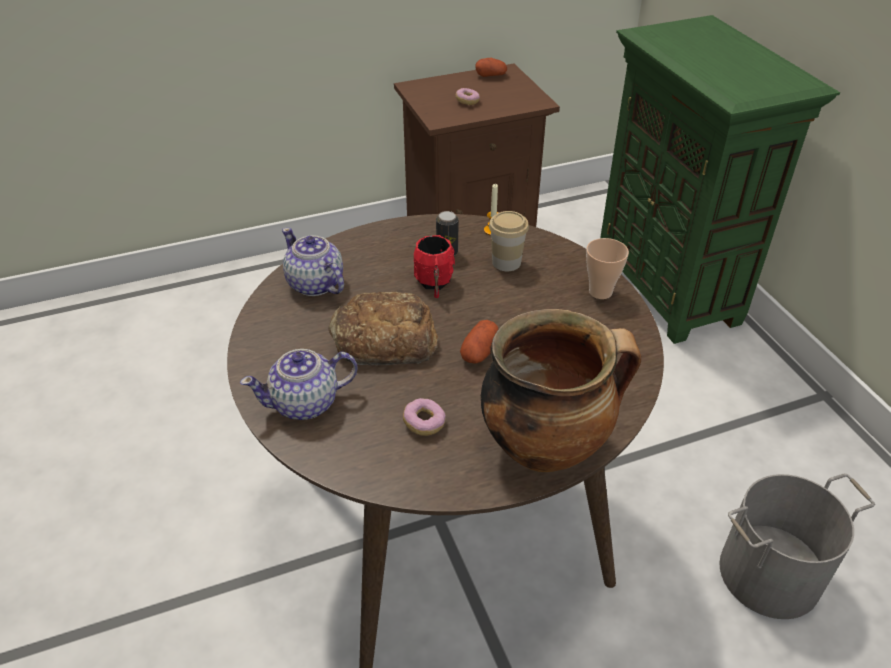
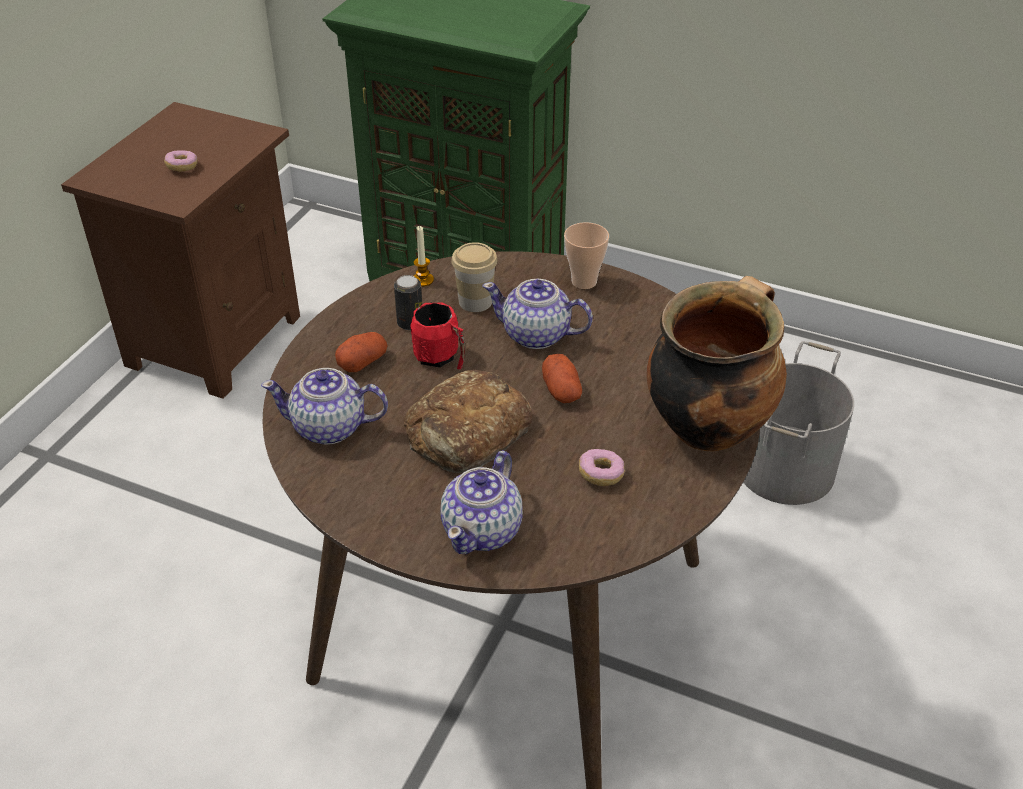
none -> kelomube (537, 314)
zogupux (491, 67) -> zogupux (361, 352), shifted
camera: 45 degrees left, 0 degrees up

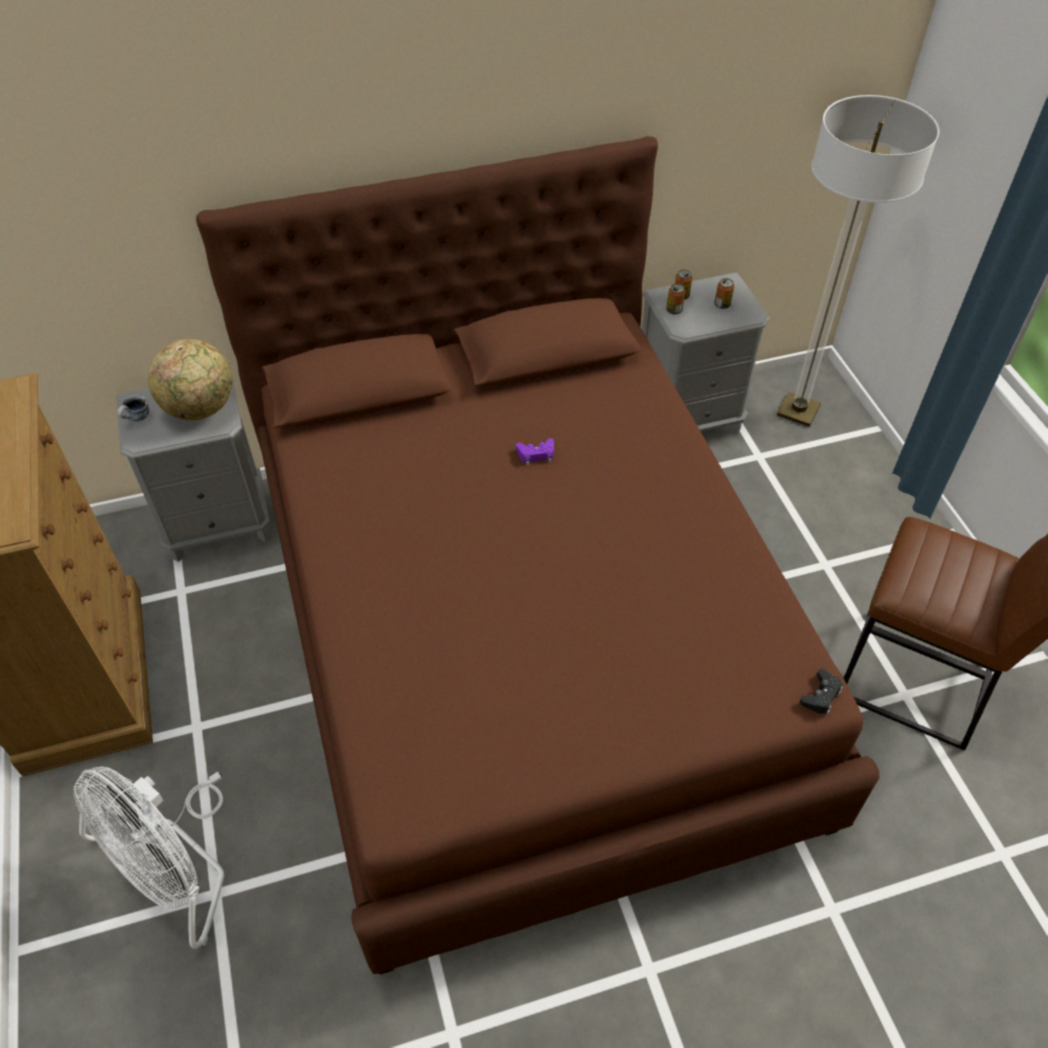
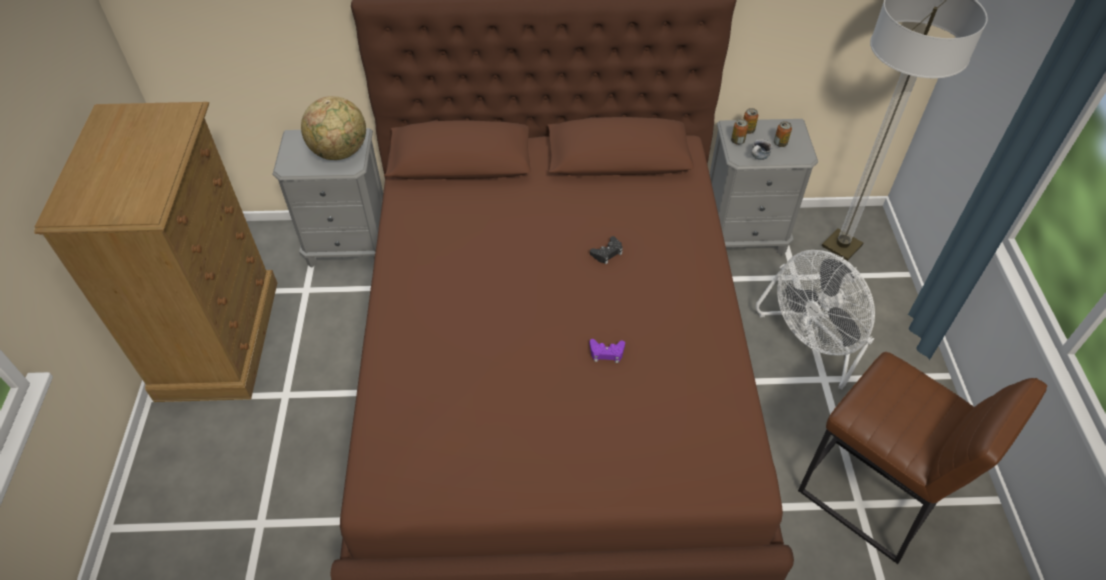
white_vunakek (148, 858) -> white_vunakek (815, 319), shifted
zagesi (133, 408) -> zagesi (761, 149), shifted
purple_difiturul (535, 451) -> purple_difiturul (607, 351), shifted
black_difiturul (821, 691) -> black_difiturul (606, 250), shifted
camera: 15 degrees right, 0 degrees up

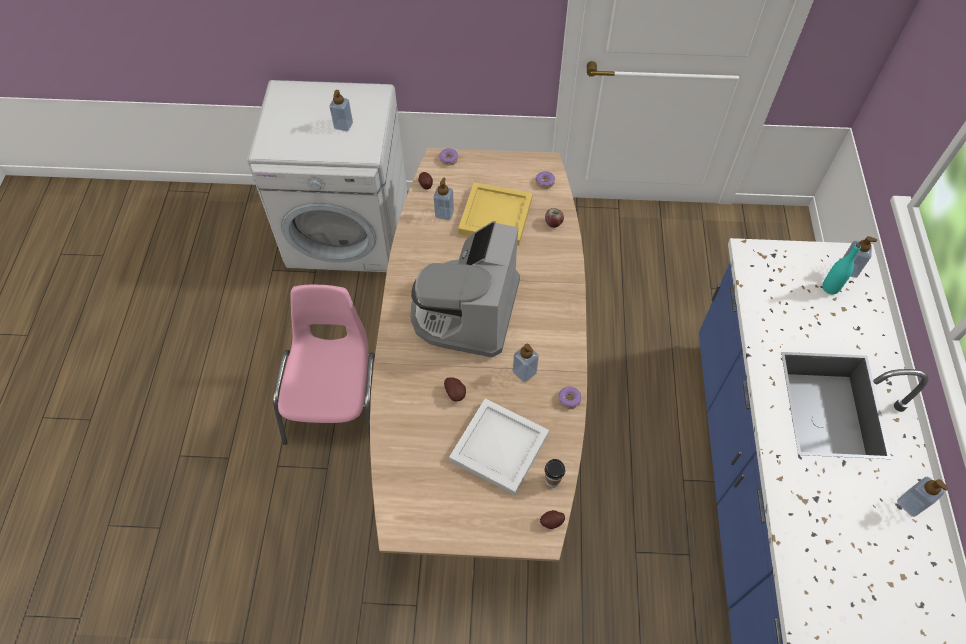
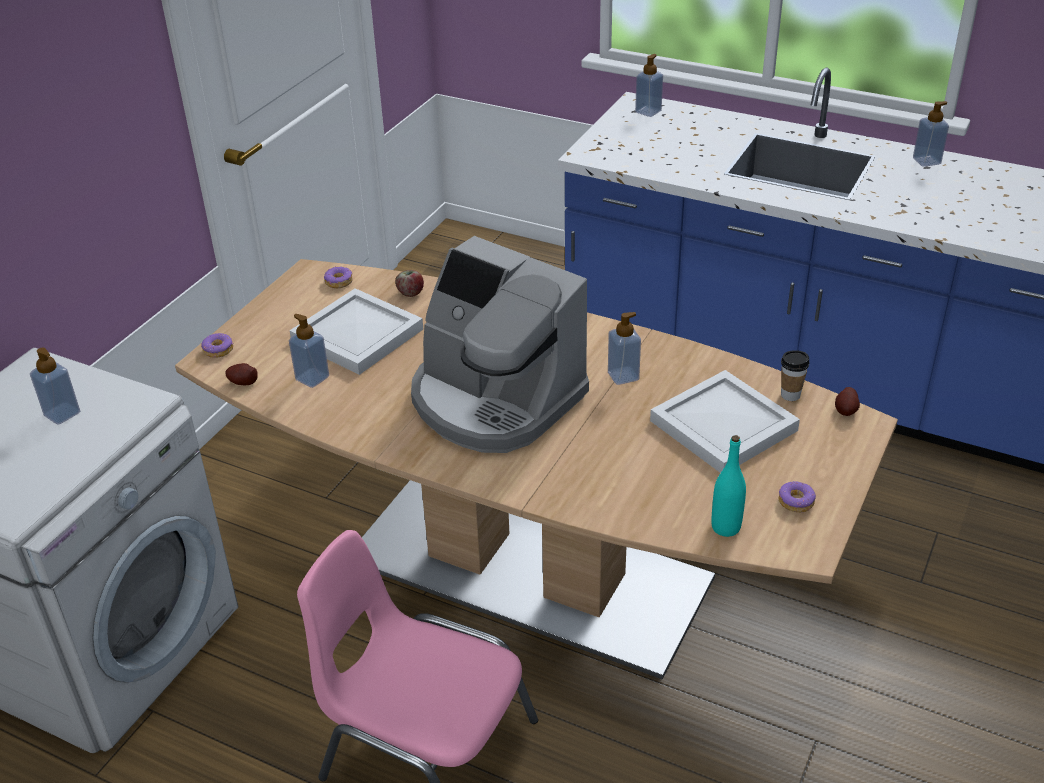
zogupux (455, 389) -> none
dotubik (569, 397) -> dotubik (797, 496), shifted
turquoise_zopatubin (841, 268) -> turquoise_zopatubin (728, 486), shifted
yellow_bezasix (495, 214) -> white_bezasix (356, 331)
camera: 65 degrees left, 20 degrees down

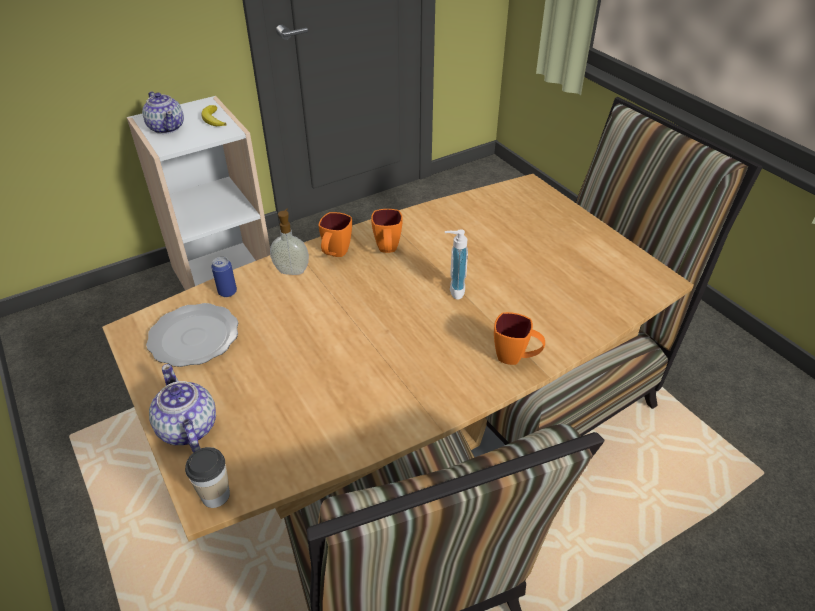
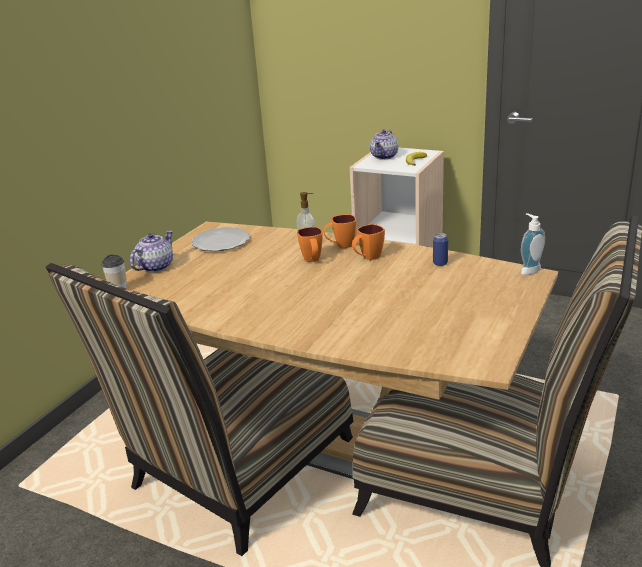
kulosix (224, 277) -> kulosix (440, 249), shifted
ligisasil (456, 264) -> ligisasil (533, 244), shifted
orange_zagesi (519, 338) -> orange_zagesi (310, 244), shifted
camera: 60 degrees right, 15 degrees down

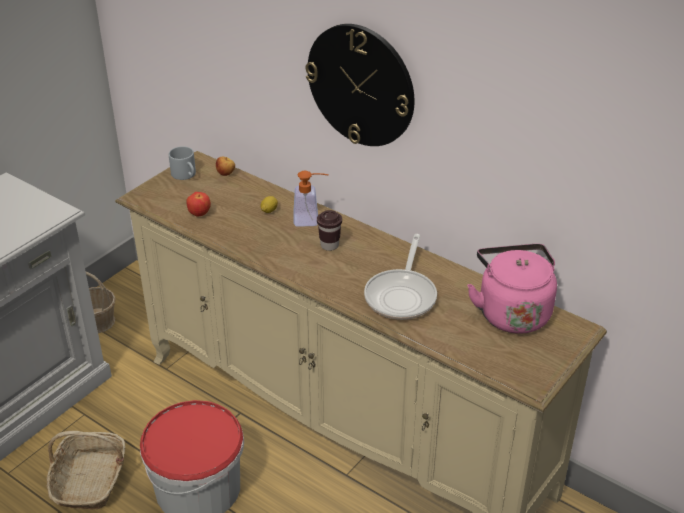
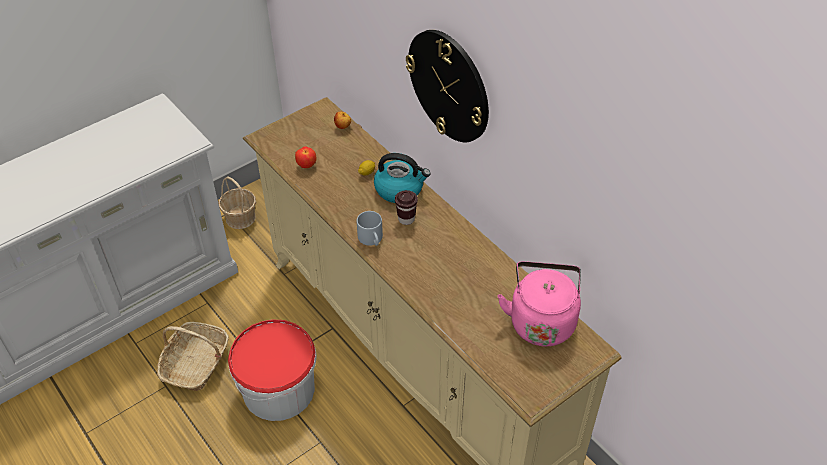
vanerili (400, 277) -> none
grey_zagesi (182, 163) -> grey_zagesi (370, 228), shifted
ligisasil (311, 199) -> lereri (402, 178)
camera: 15 degrees right, 10 degrees up

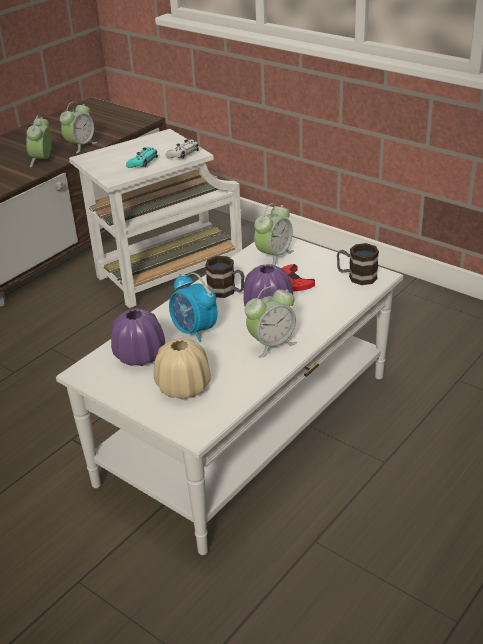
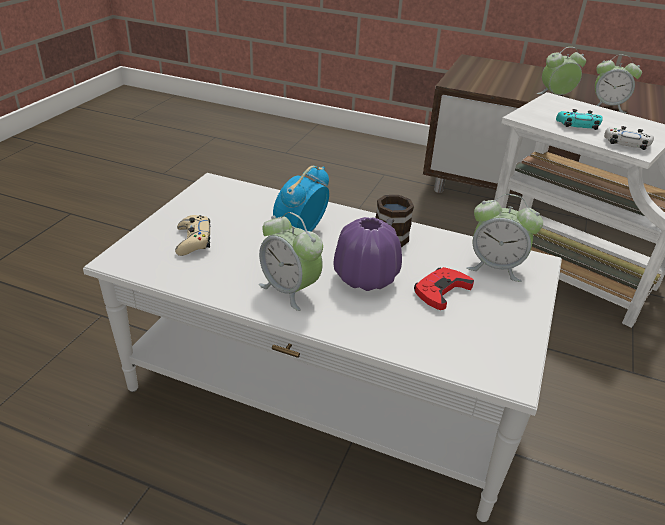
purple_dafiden (138, 337) -> none
zagesi (358, 264) -> none
beige_dafiden (182, 368) -> beige_difiturul (192, 235)
camera: 70 degrees right, 0 degrees up

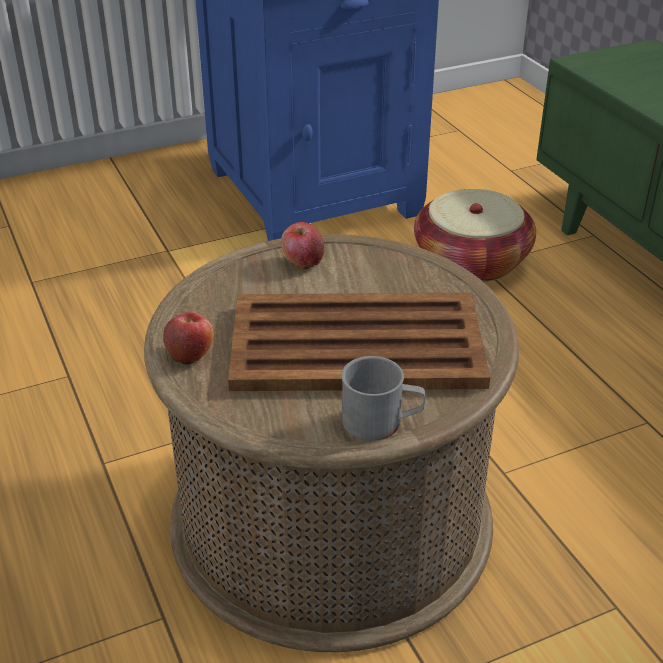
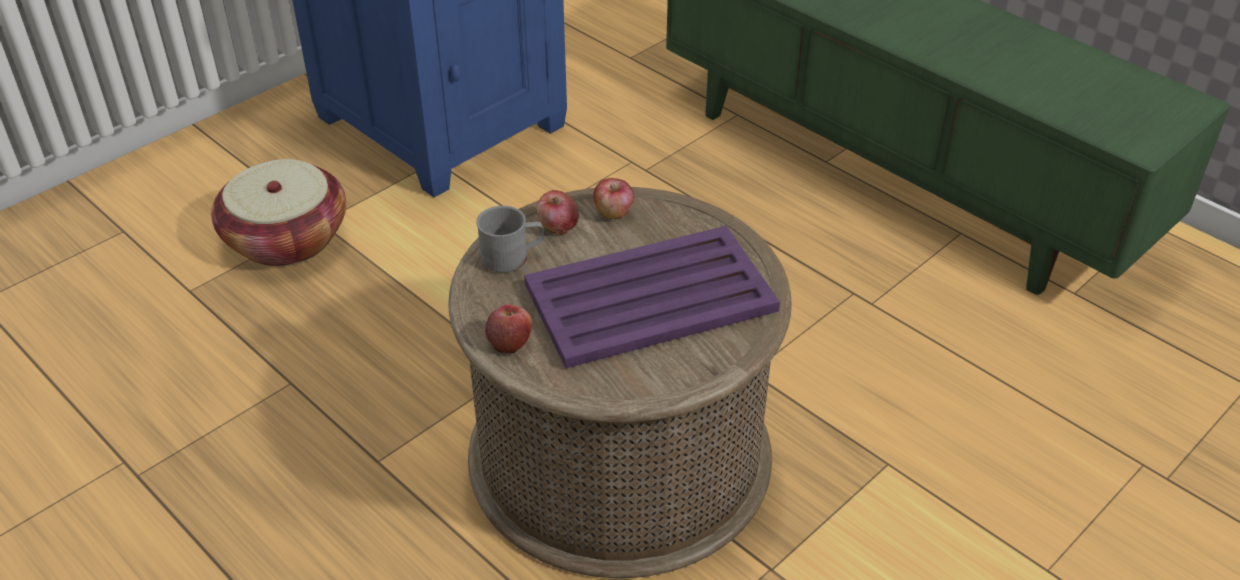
none -> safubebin (613, 198)
grey_zagesi (383, 398) -> grey_zagesi (510, 239), shifted
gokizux (475, 235) -> gokizux (278, 212), shifted
brown_bezasix (359, 341) -> purple_bezasix (652, 297)
camera: 20 degrees left, 5 degrees up

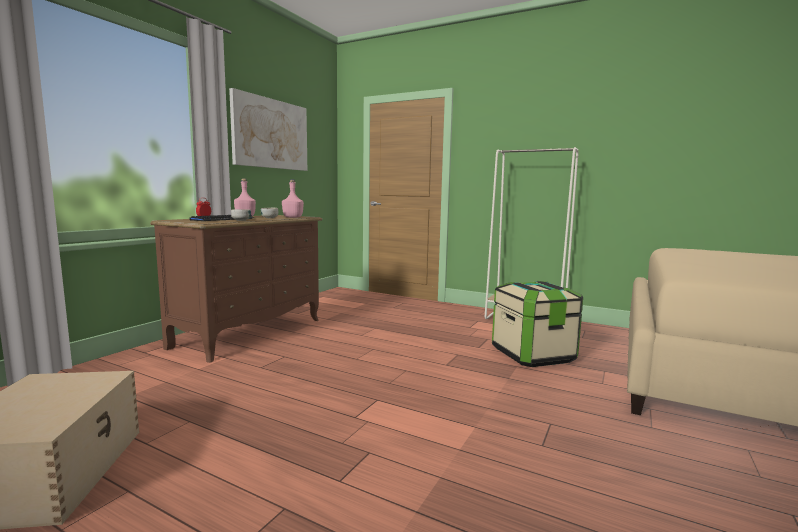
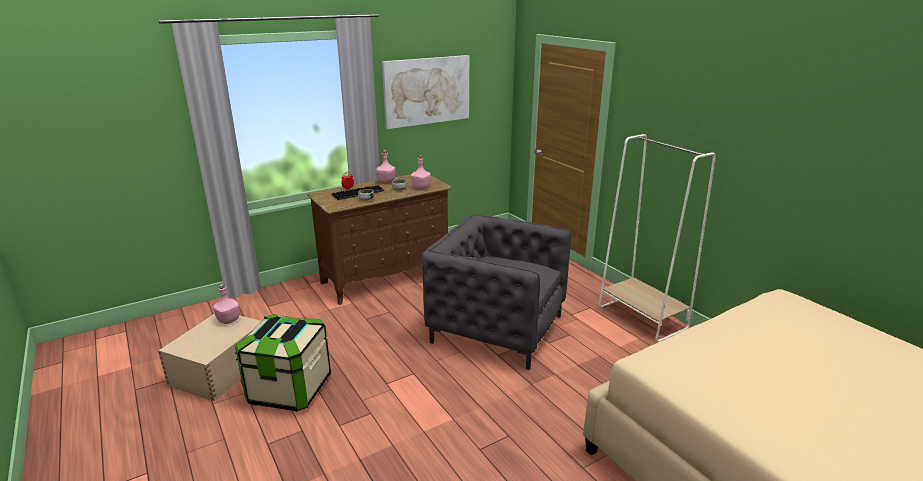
none -> pink_zopatubin (226, 304)
none -> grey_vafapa (496, 292)
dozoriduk (537, 324) -> dozoriduk (283, 363), shifted
camera: 30 degrees right, 15 degrees up

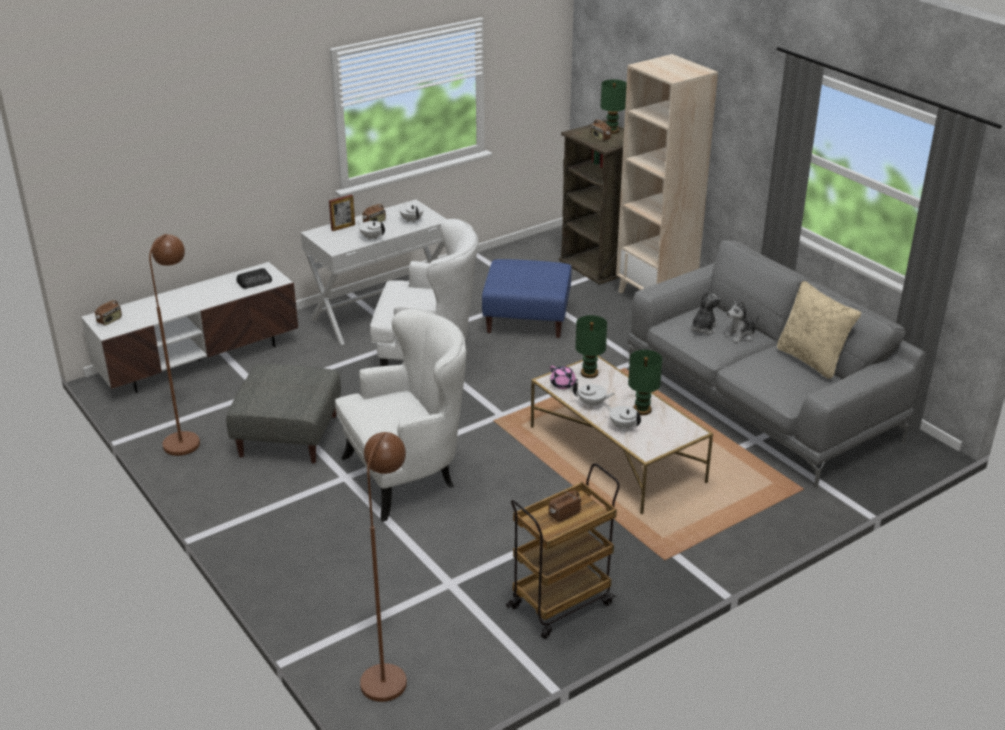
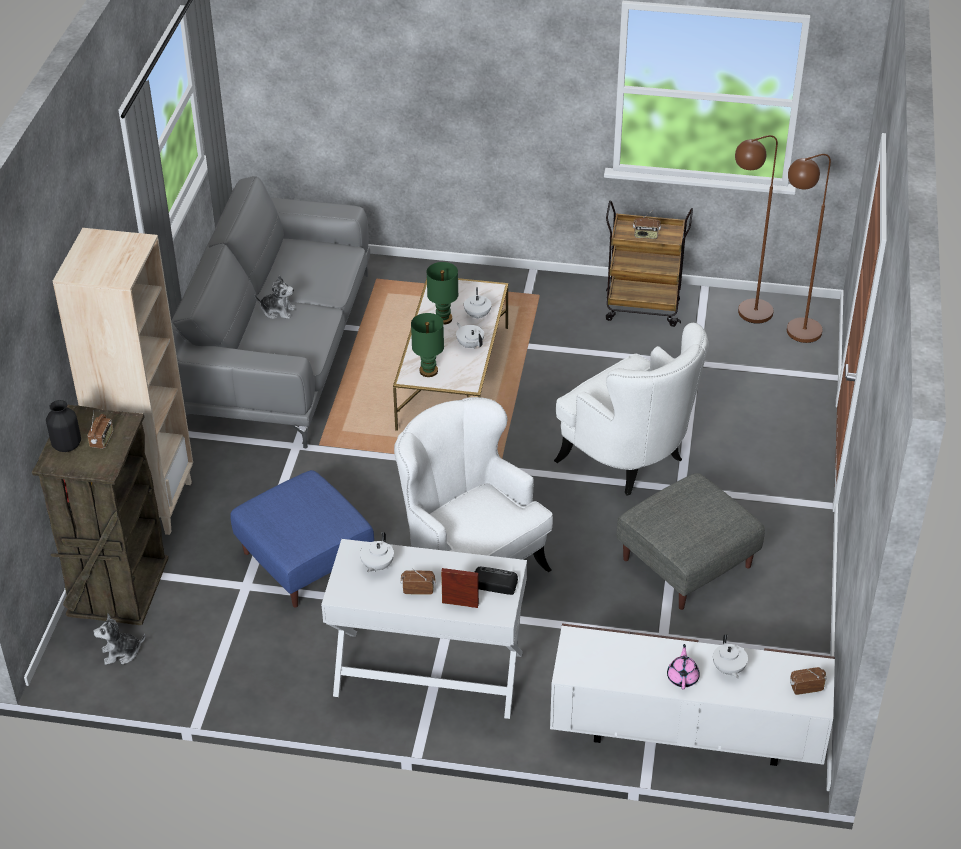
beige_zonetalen (819, 330) -> none
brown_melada (174, 345) -> brown_melada (756, 229), shifted
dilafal (254, 278) -> dilafal (496, 581), shifted
white_kelomube (371, 230) -> white_kelomube (730, 656), shifted
pink_kelomube (564, 377) -> pink_kelomube (683, 666), shifted
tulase (706, 312) -> tulase (119, 639), shifted
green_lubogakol (613, 106) -> black_dafiden (63, 426)
white_vafapa (400, 415) -> white_vafapa (631, 409), 150 degrees counterclockwise
camera: 135 degrees left, 10 degrees up

